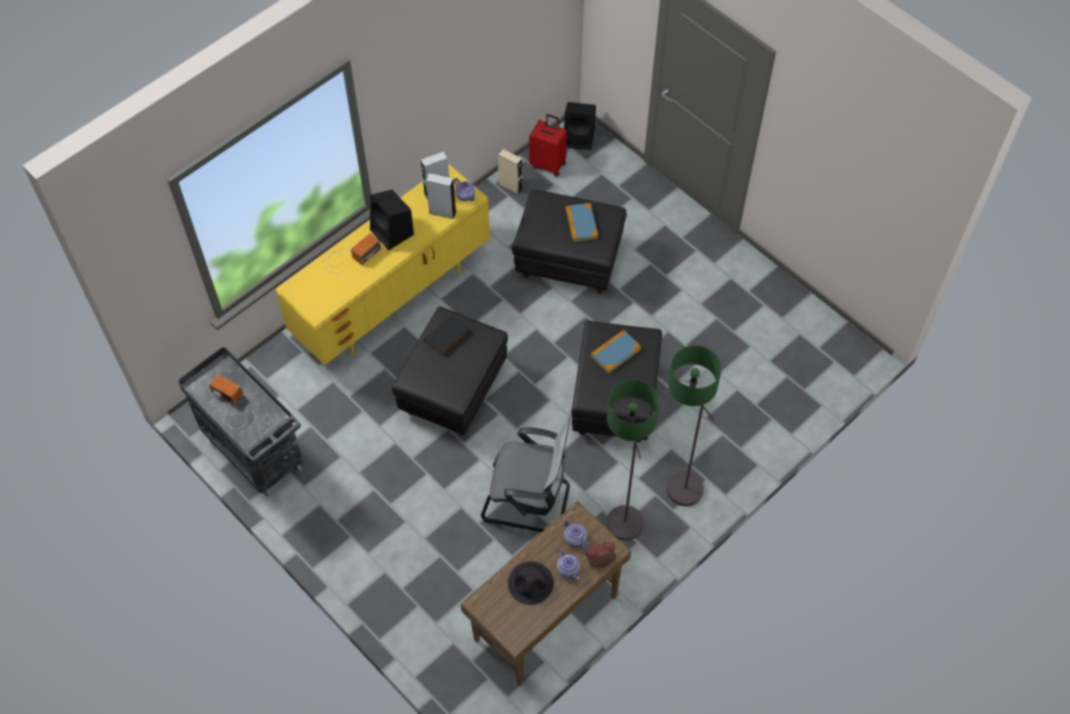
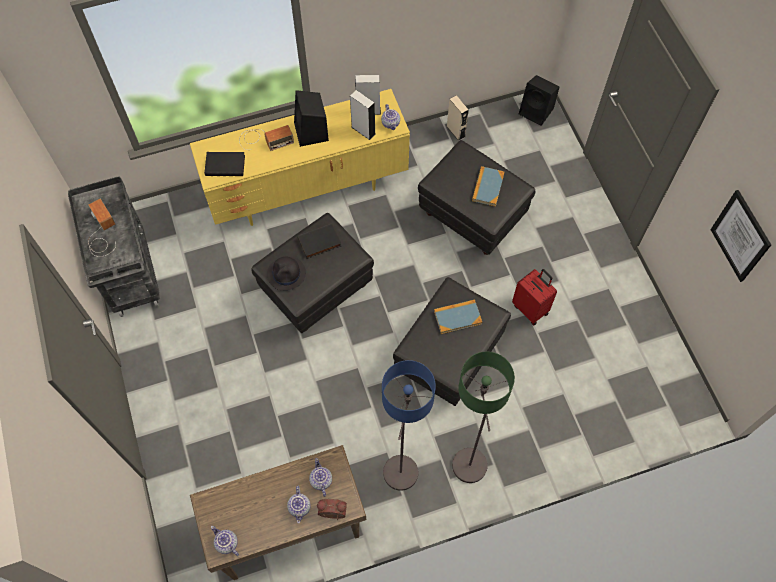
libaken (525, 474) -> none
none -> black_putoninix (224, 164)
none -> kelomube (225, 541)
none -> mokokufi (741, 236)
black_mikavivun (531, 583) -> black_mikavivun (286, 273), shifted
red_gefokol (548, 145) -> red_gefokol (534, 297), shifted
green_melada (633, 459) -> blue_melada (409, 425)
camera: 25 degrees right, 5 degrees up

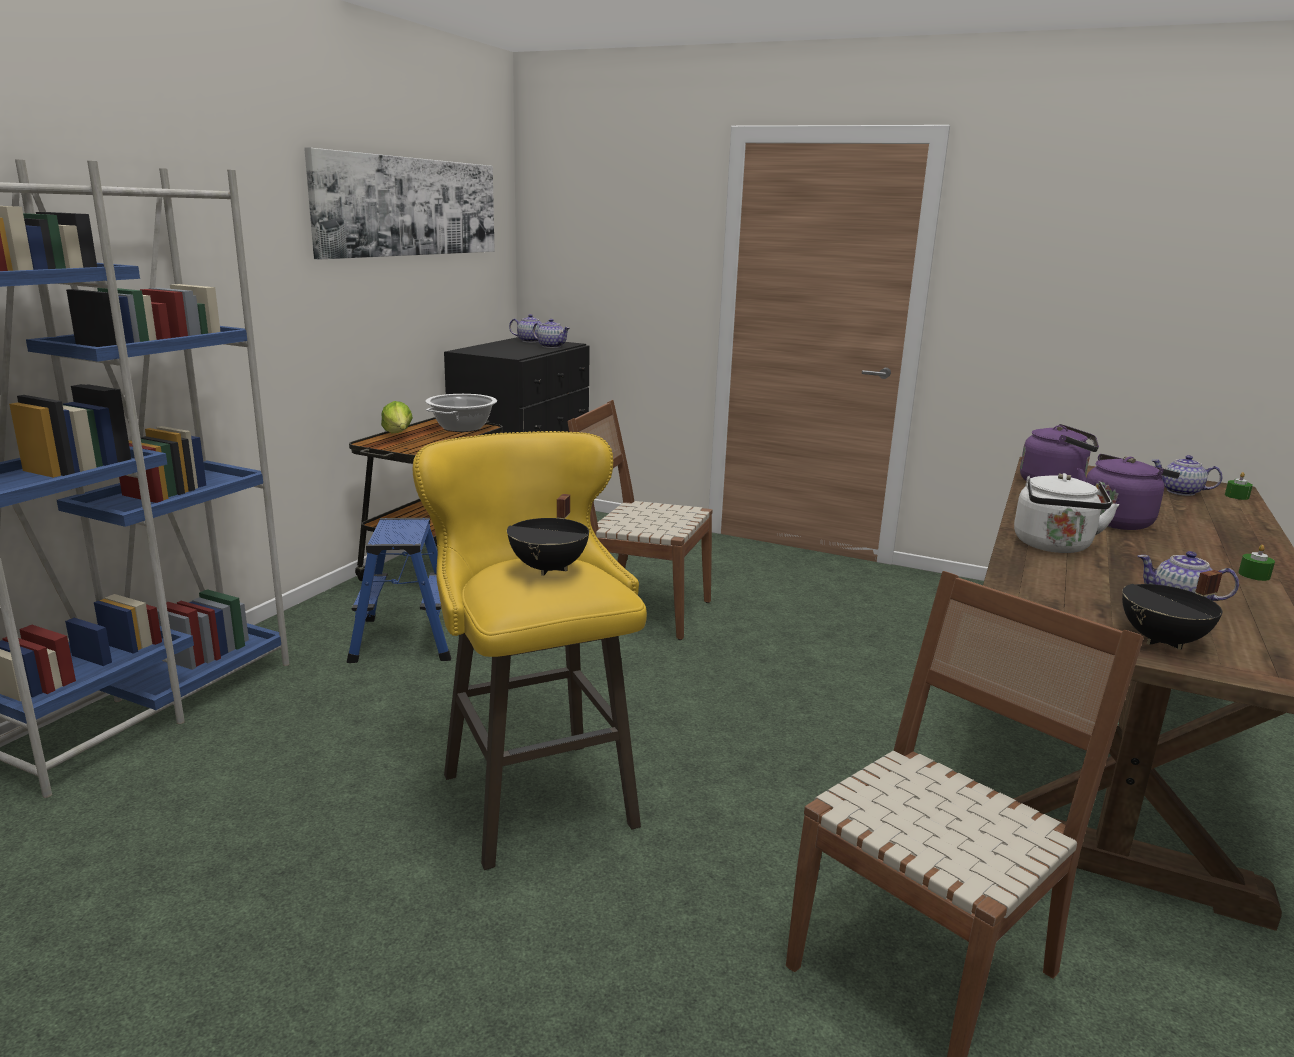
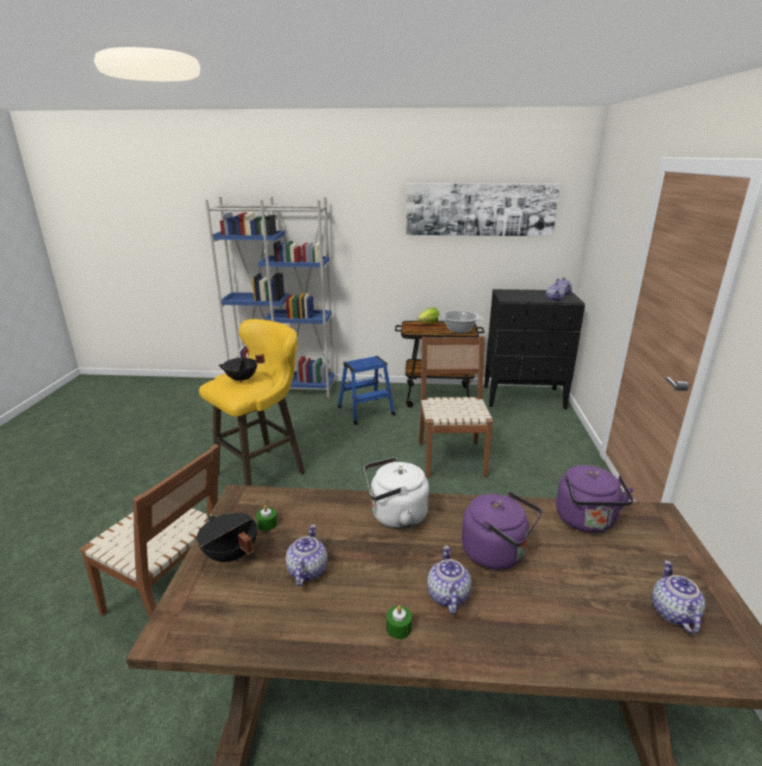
none -> kelomube (449, 580)
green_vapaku (1239, 486) -> green_vapaku (266, 518), shifted
camera: 70 degrees right, 5 degrees up

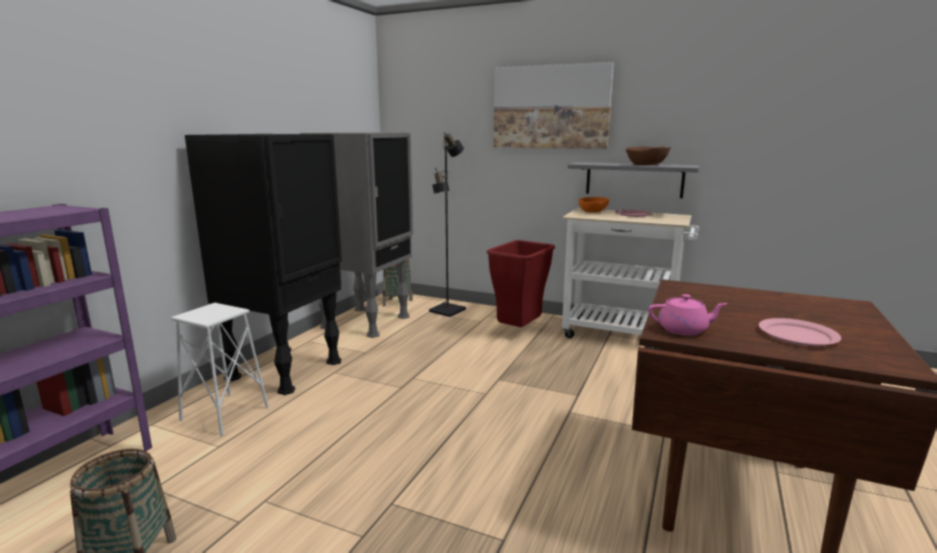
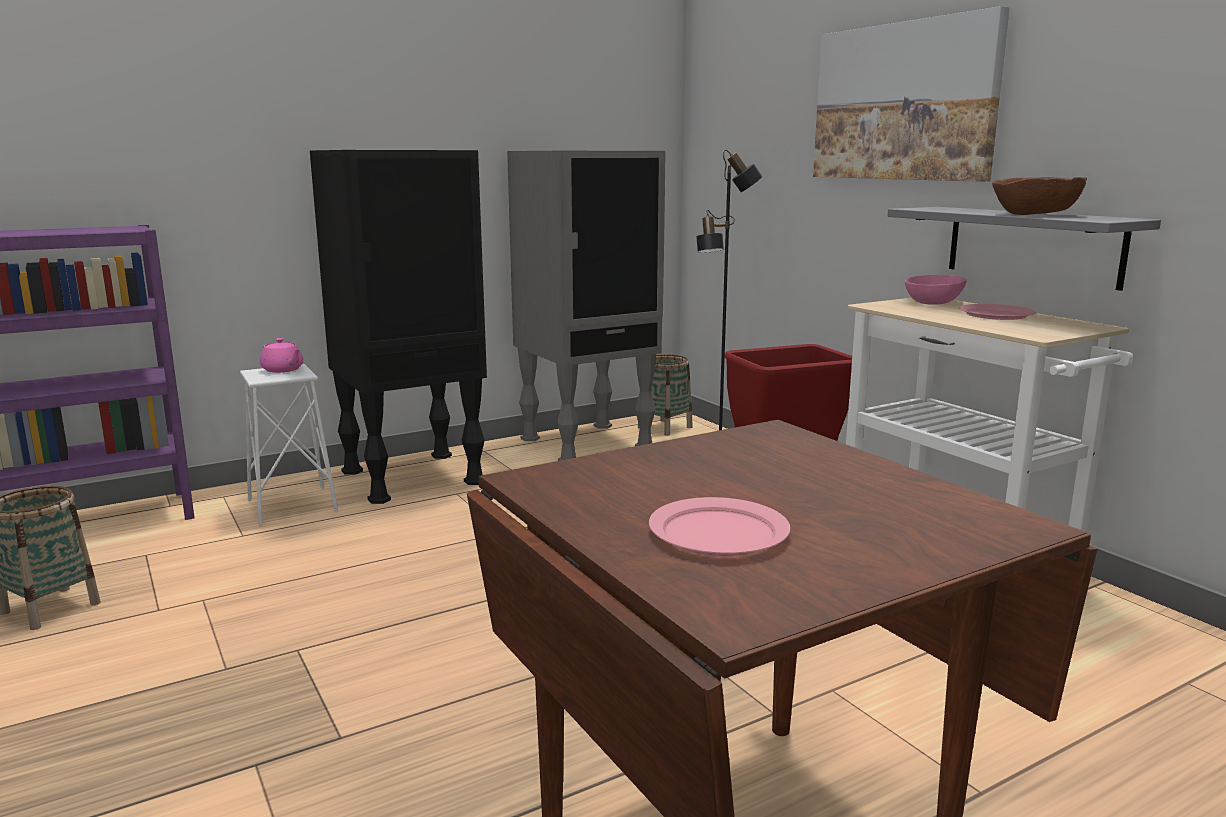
pink_kelomube (688, 315) -> pink_kelomube (281, 355), shifted
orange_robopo (594, 205) -> pink_robopo (936, 290)
camera: 35 degrees right, 0 degrees up

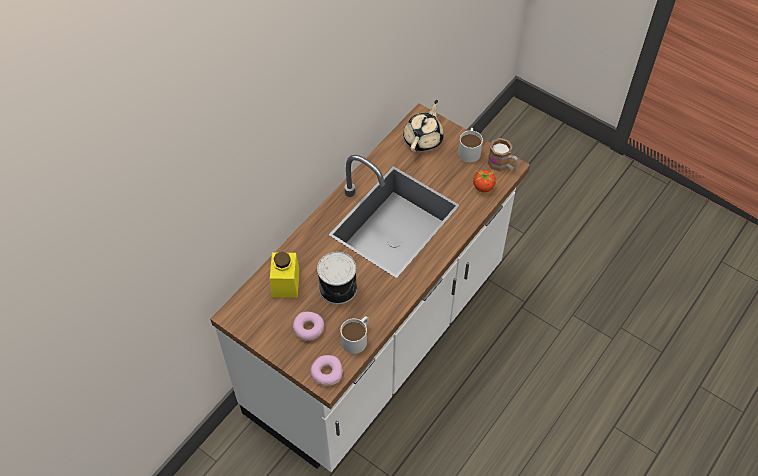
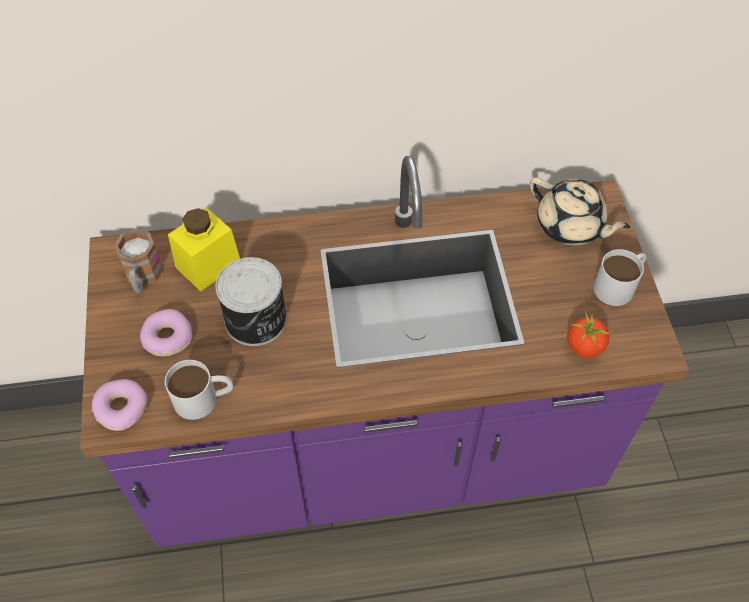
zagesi (503, 154) -> zagesi (138, 261), shifted
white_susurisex (370, 287) -> purple_susurisex (384, 351)
beige_kelomube (423, 126) -> beige_kelomube (580, 211), 60 degrees clockwise
camera: 45 degrees right, 0 degrees up

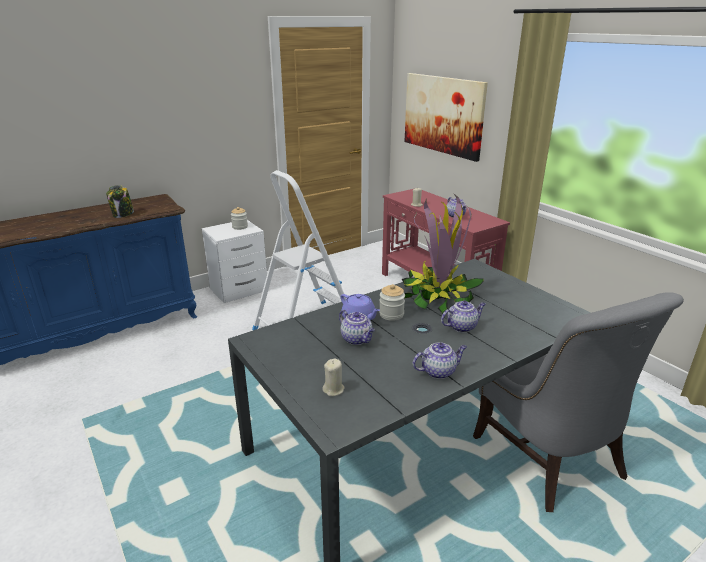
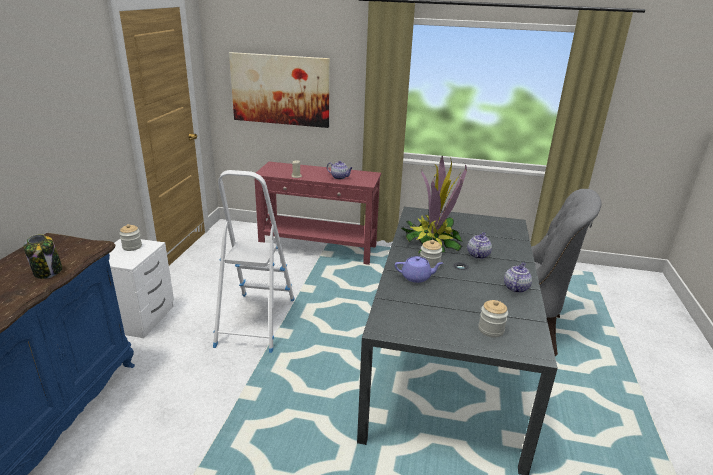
kelomube (357, 327) -> none
beige_vapaku (333, 377) -> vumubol (493, 319)
camera: 45 degrees left, 0 degrees up

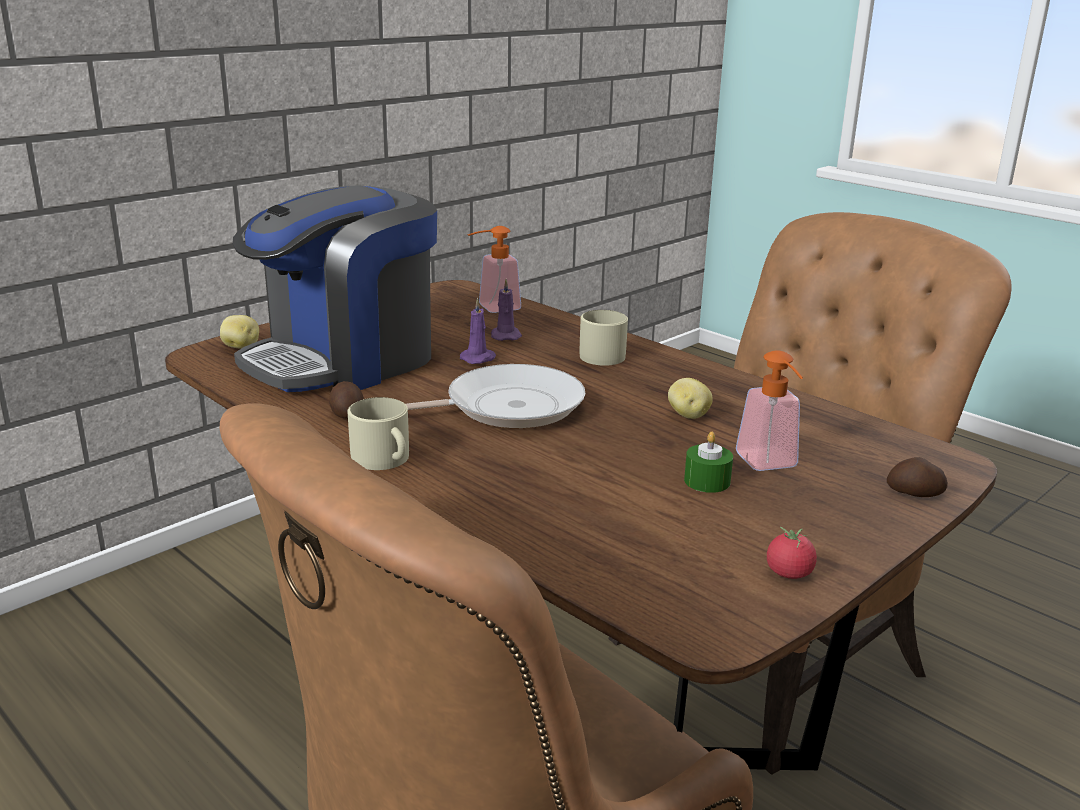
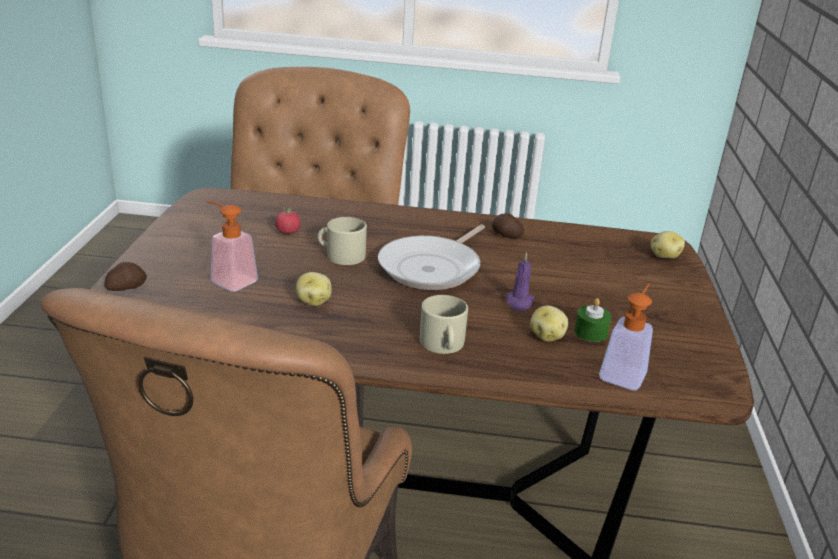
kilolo (335, 289) -> none
beige_zagesi (378, 433) -> beige_zagesi (342, 241), shifted
green_vapaku (708, 462) -> green_vapaku (592, 320), shifted
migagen (792, 553) -> migagen (288, 220), shifted
purple_vapaku (506, 310) -> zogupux (549, 323)
camera: 140 degrees right, 5 degrees up

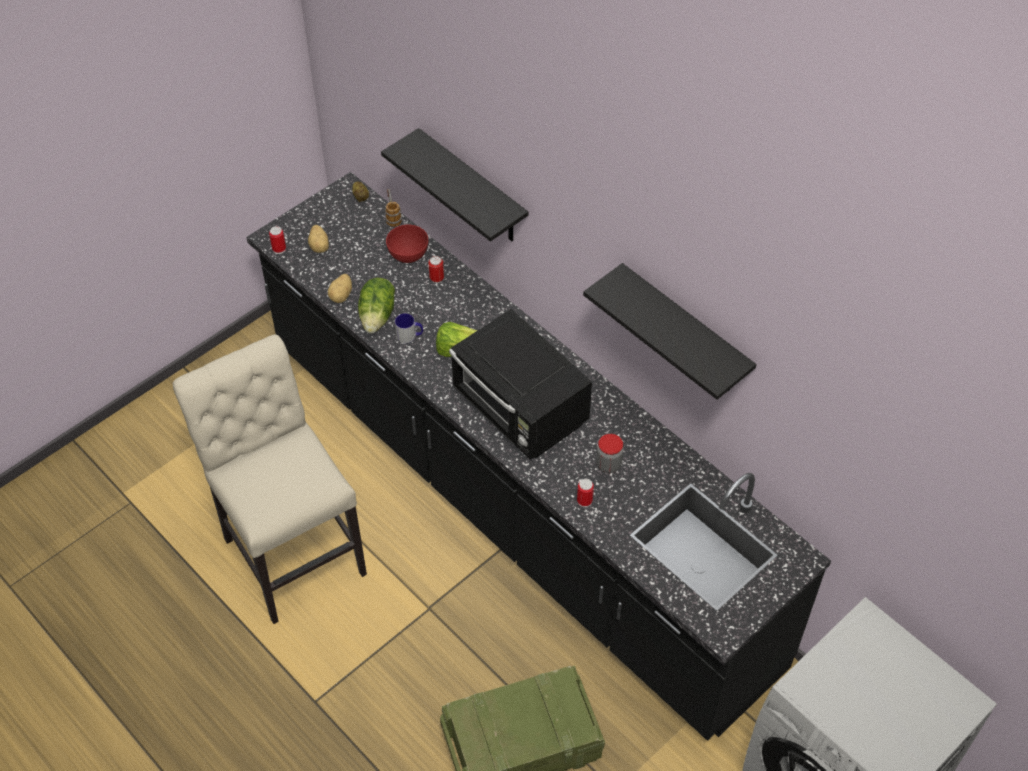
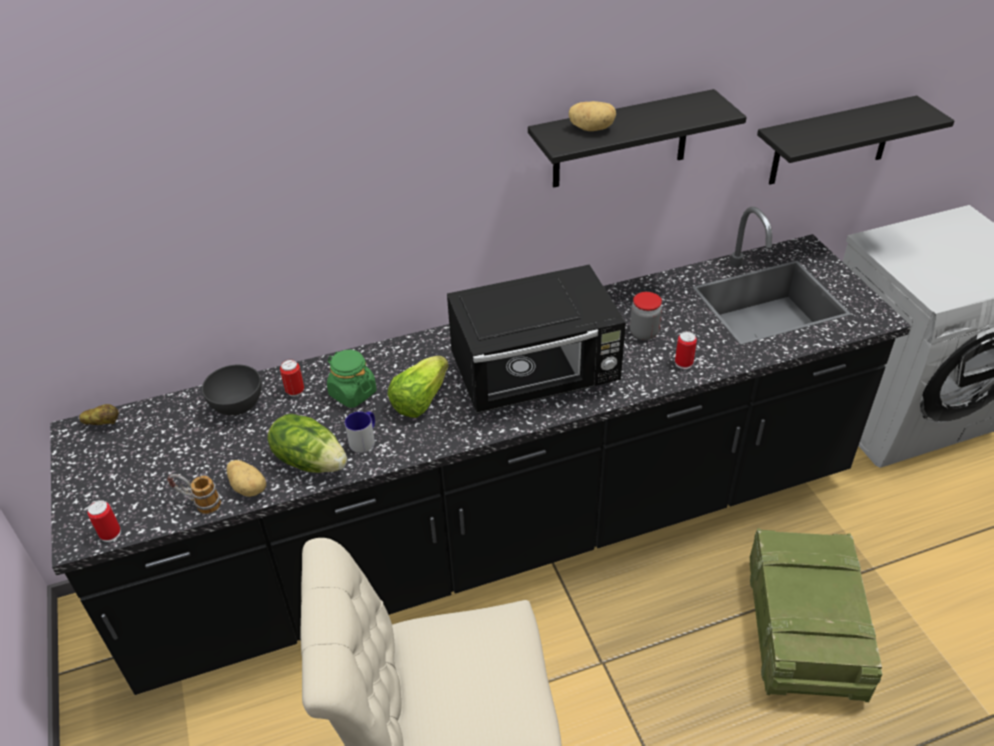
none -> green_vumubol (352, 379)
zogupux (318, 239) -> zogupux (592, 116), shifted
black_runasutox (455, 185) -> black_runasutox (855, 139), shifted
zagesi (393, 208) -> zagesi (194, 494), shifted
red_robopo (407, 244) -> grey_robopo (231, 390)
camera: 65 degrees left, 10 degrees down

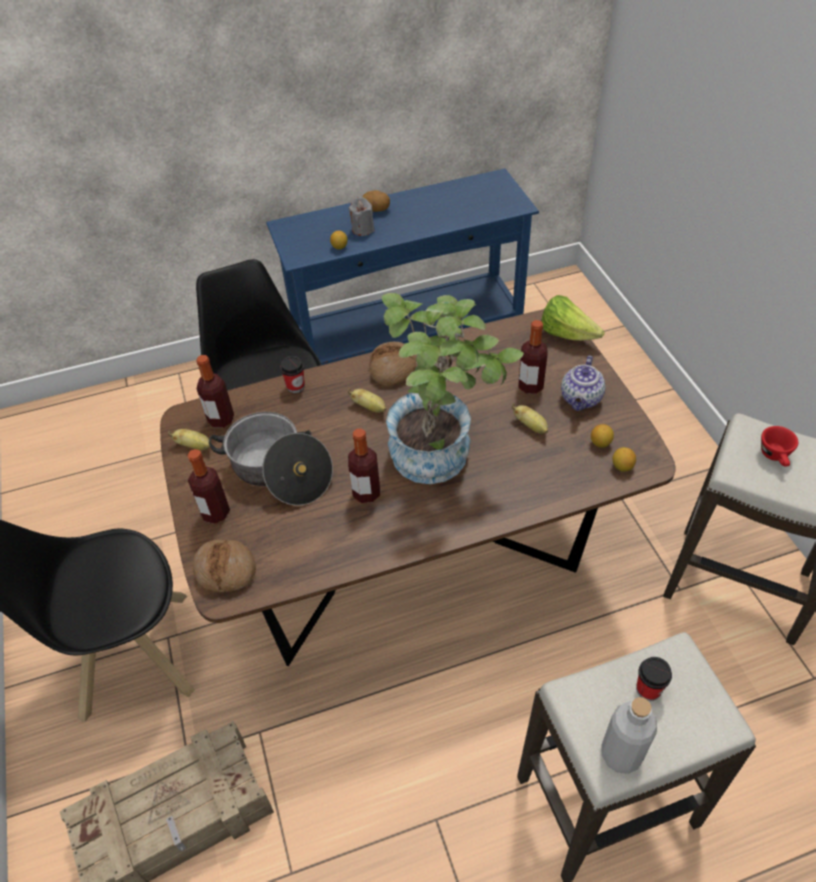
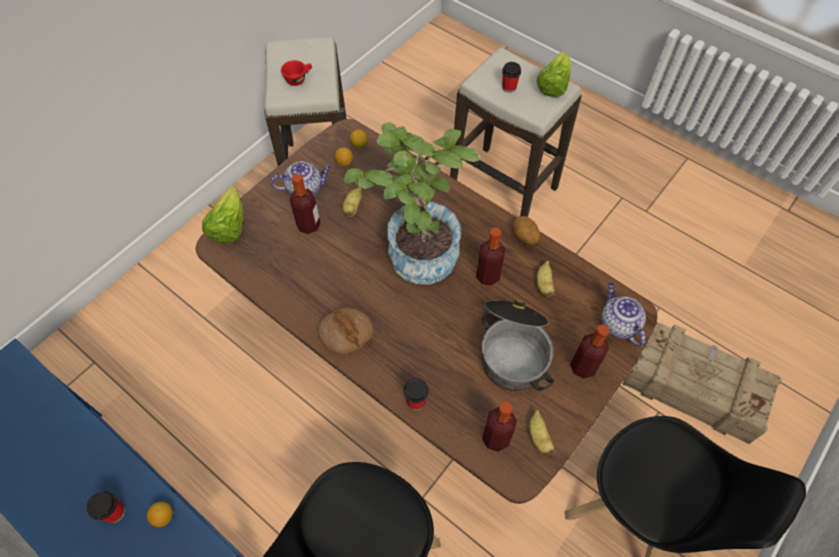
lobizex (367, 400) -> lobizex (546, 279), shifted
zogupux (376, 201) -> zogupux (526, 230), shifted
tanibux (224, 565) -> kelomube (623, 314)
grey_vapaku (361, 216) -> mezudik (106, 507)
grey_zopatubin (629, 735) -> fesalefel (554, 74)
camera: 125 degrees left, 10 degrees up

